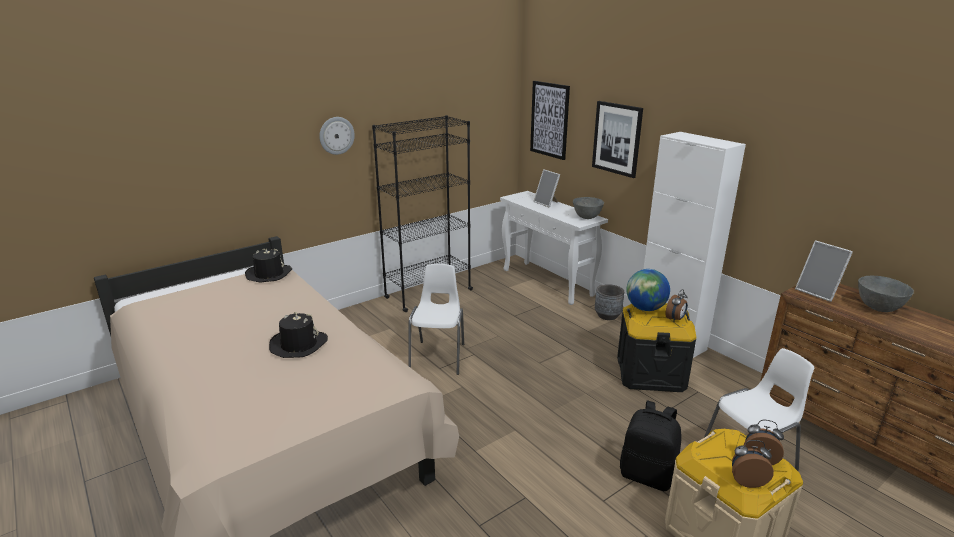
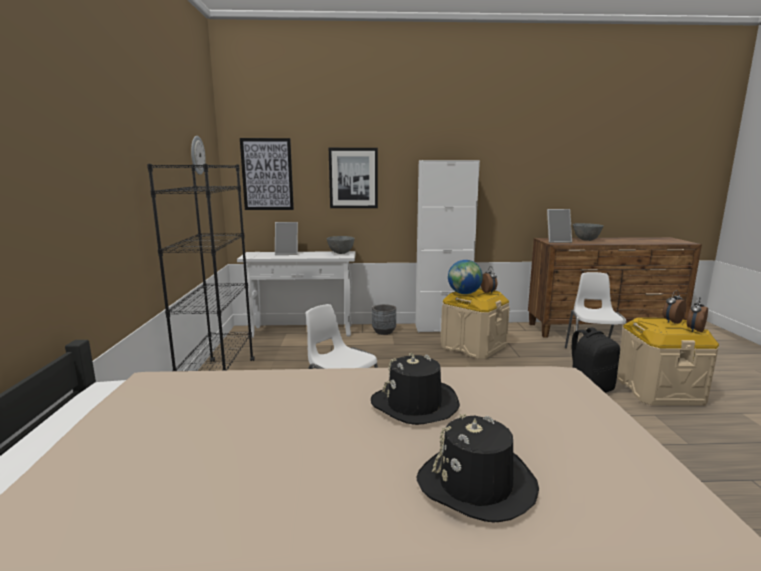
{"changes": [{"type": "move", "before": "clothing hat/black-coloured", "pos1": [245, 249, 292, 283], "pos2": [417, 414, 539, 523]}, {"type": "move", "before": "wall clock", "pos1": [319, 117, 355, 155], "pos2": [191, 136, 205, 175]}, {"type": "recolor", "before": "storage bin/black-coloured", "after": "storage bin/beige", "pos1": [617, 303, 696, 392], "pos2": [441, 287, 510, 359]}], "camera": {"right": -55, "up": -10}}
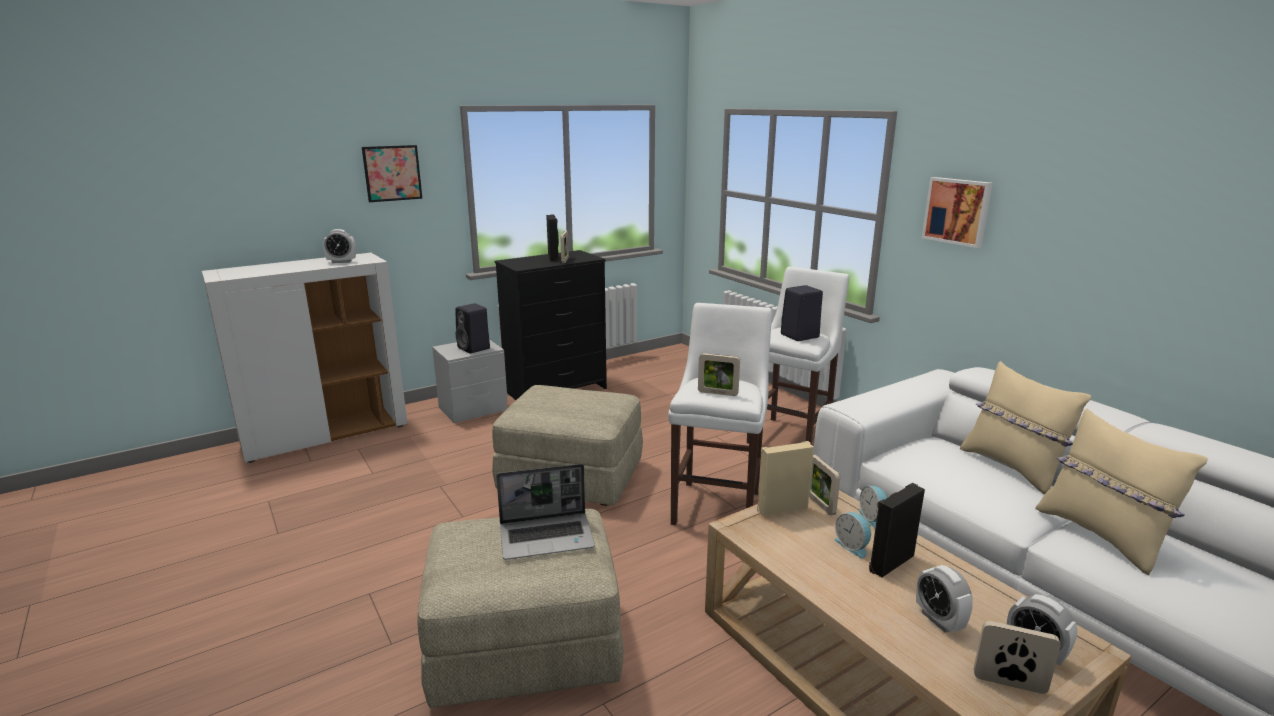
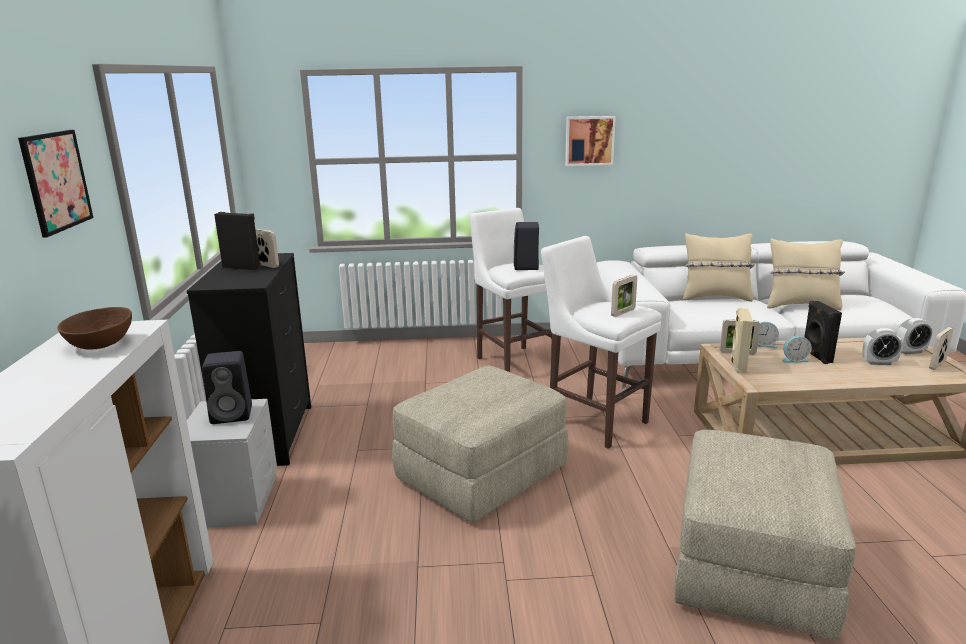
{"changes": [{"type": "delete", "before": "notebook computer", "pos1": [496, 464, 595, 560]}, {"type": "replace", "before": "alarm clock", "after": "bowl/brownish", "pos1": [323, 229, 356, 263], "pos2": [57, 307, 132, 350]}], "camera": {"right": -60, "up": 0}}
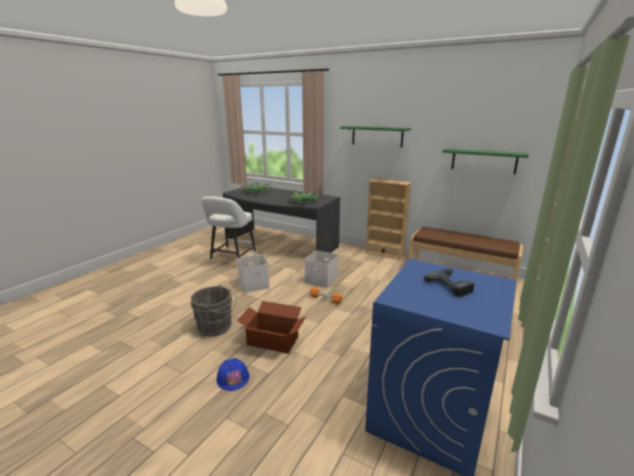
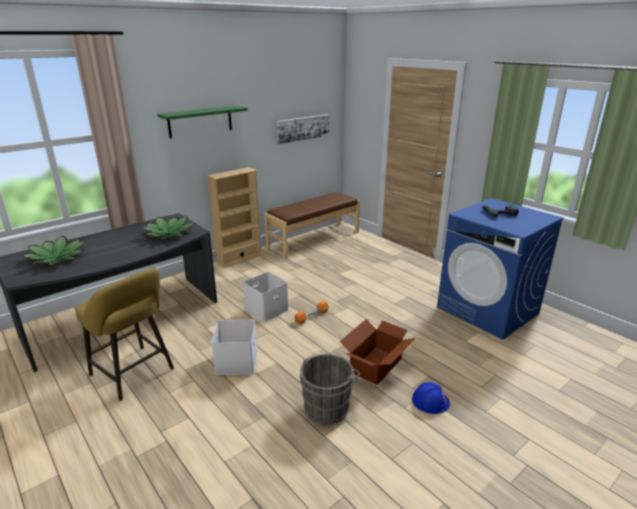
{"changes": [{"type": "replace", "before": "wall shelf/green-coloured", "after": "picture", "pos1": [442, 148, 529, 174], "pos2": [277, 114, 329, 144]}, {"type": "recolor", "before": "stool/white-coloured", "after": "stool/yellow-coloured", "pos1": [201, 196, 256, 264], "pos2": [75, 268, 174, 401]}], "camera": {"right": -70, "up": 5}}
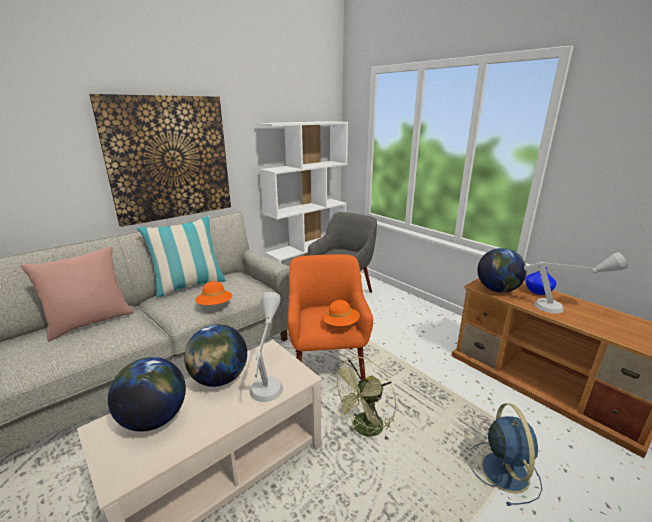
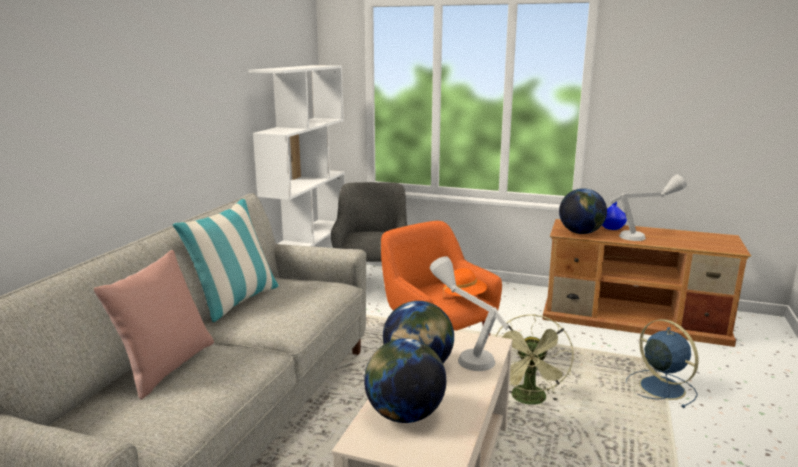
{"changes": [{"type": "delete", "before": "picture", "pos1": [89, 94, 231, 227]}, {"type": "delete", "before": "clothing hat/orange-coloured", "pos1": [195, 281, 232, 305]}], "camera": {"right": -30, "up": -5}}
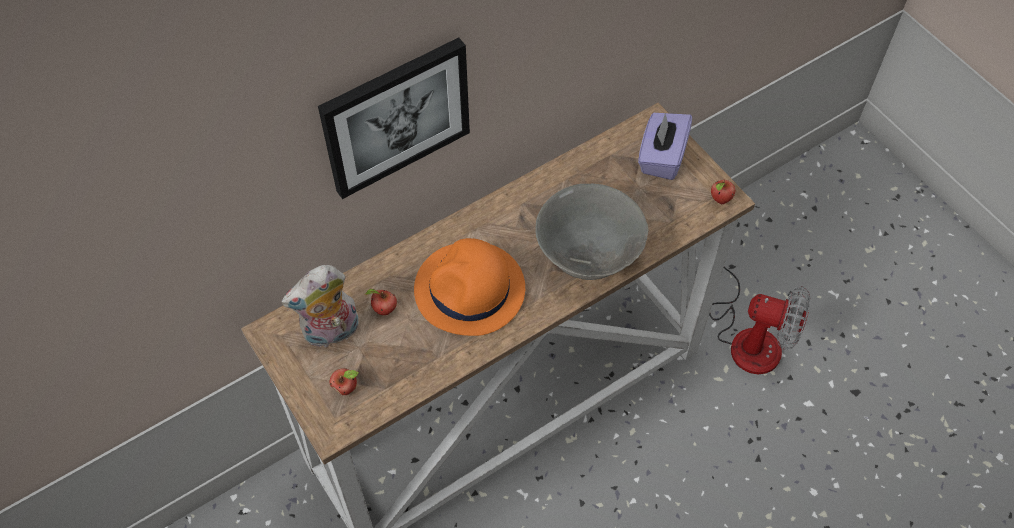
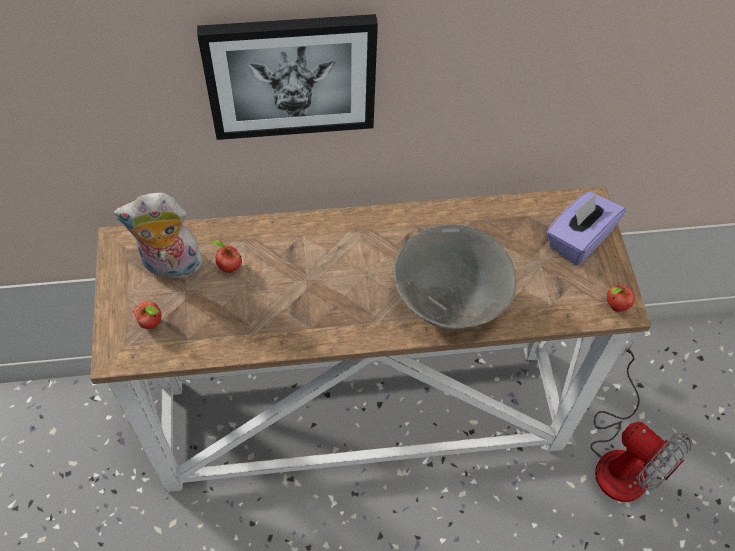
{"changes": [{"type": "delete", "before": "clothing hat/orange-coloured", "pos1": [414, 238, 525, 336]}], "camera": {"right": 25, "up": 0}}
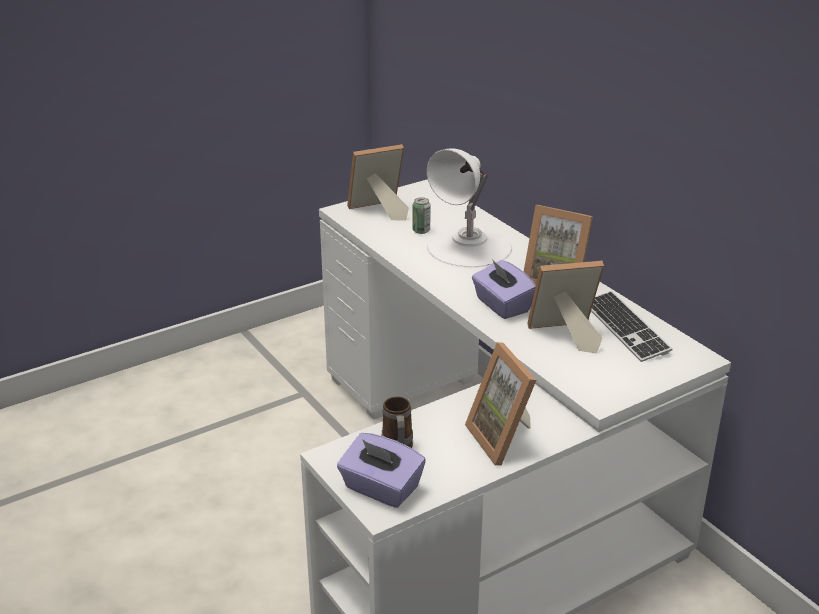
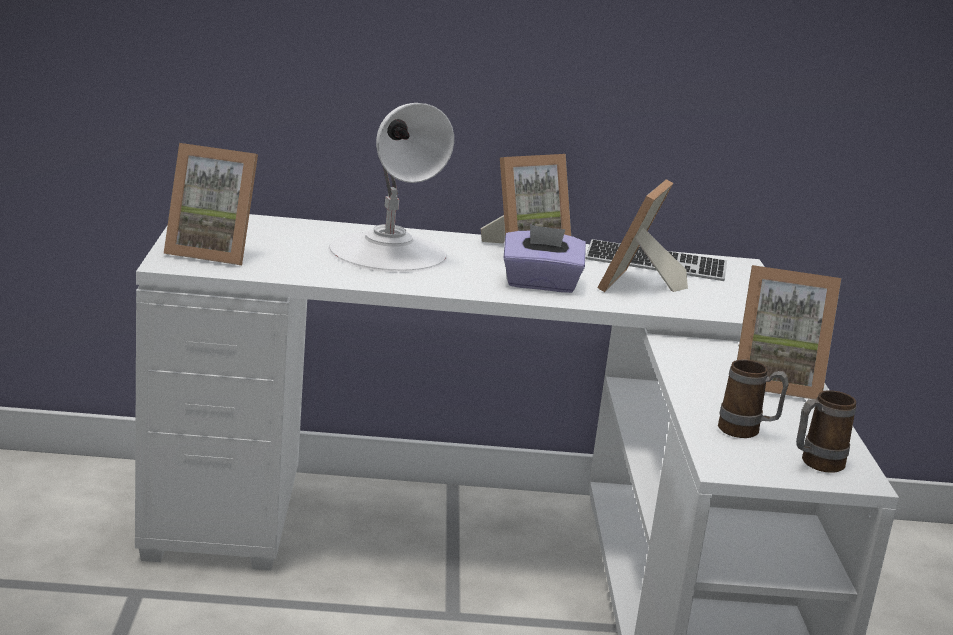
{"changes": [{"type": "delete", "before": "can", "pos1": [413, 197, 431, 234]}, {"type": "replace", "before": "tissue holder/purplish", "after": "tea mug", "pos1": [337, 433, 426, 508], "pos2": [796, 390, 856, 473]}, {"type": "rotate", "before": "standing frame", "pos1": [347, 144, 409, 221], "pos2": [164, 143, 258, 265], "turn": -90}], "camera": {"right": -60, "up": -10}}
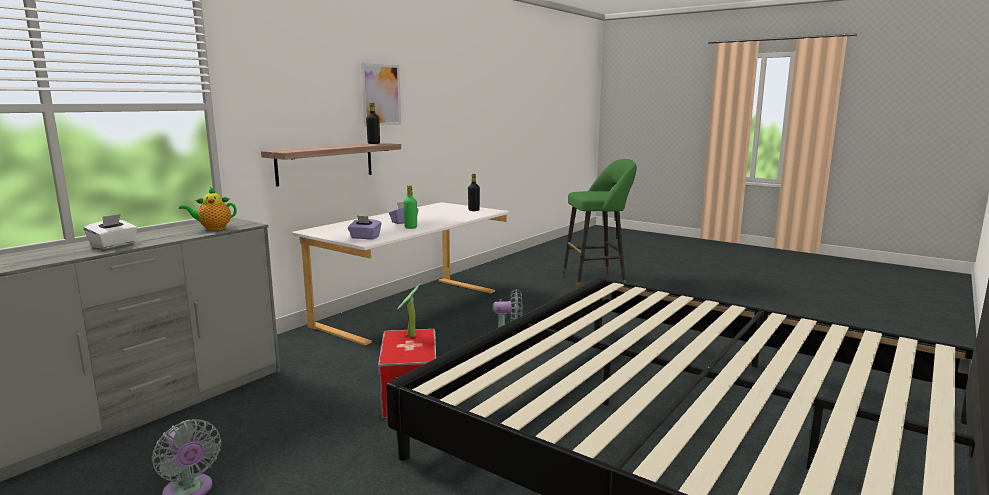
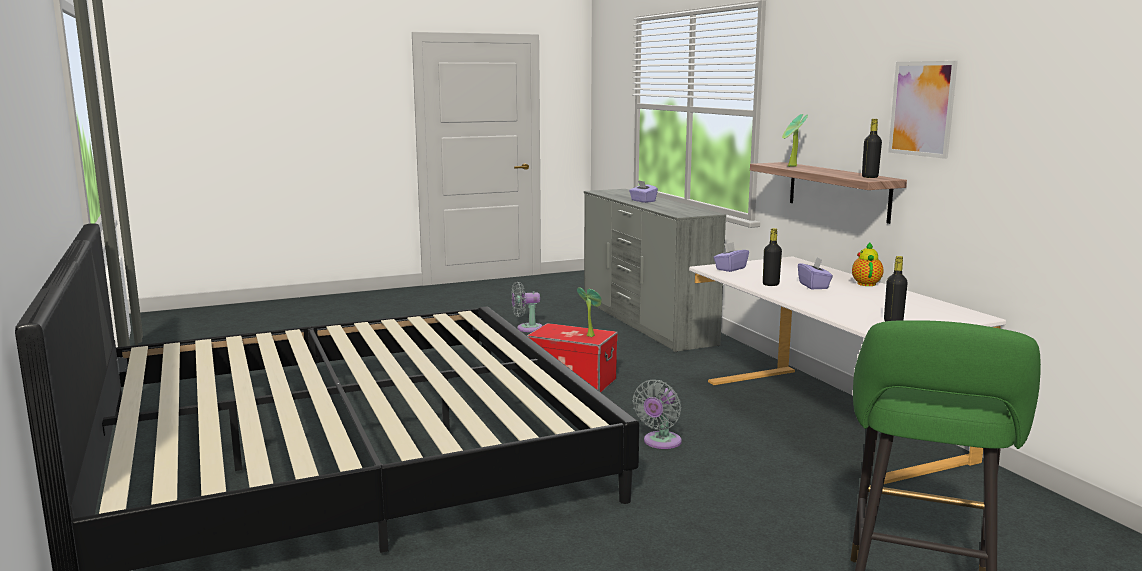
{"changes": [{"type": "insert", "after": "houseplant", "pos2": [782, 114, 808, 167]}, {"type": "move", "before": "tea pot", "pos1": [179, 187, 237, 230], "pos2": [852, 242, 883, 286]}, {"type": "recolor", "before": "tissue holder/white-coloured", "after": "tissue holder/purplish", "pos1": [84, 214, 137, 249], "pos2": [629, 180, 658, 203]}, {"type": "recolor", "before": "drink bottle/green-coloured", "after": "drink bottle/black-coloured", "pos1": [403, 185, 417, 229], "pos2": [763, 228, 782, 286]}], "camera": {"right": 120, "up": 0}}
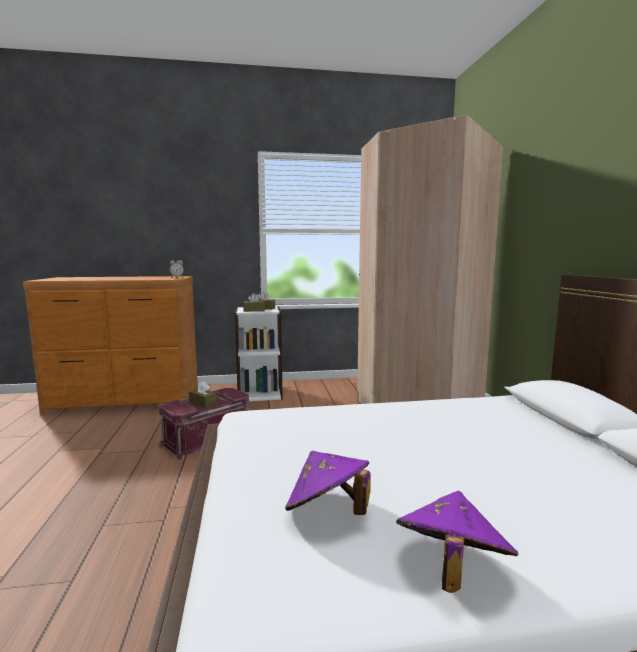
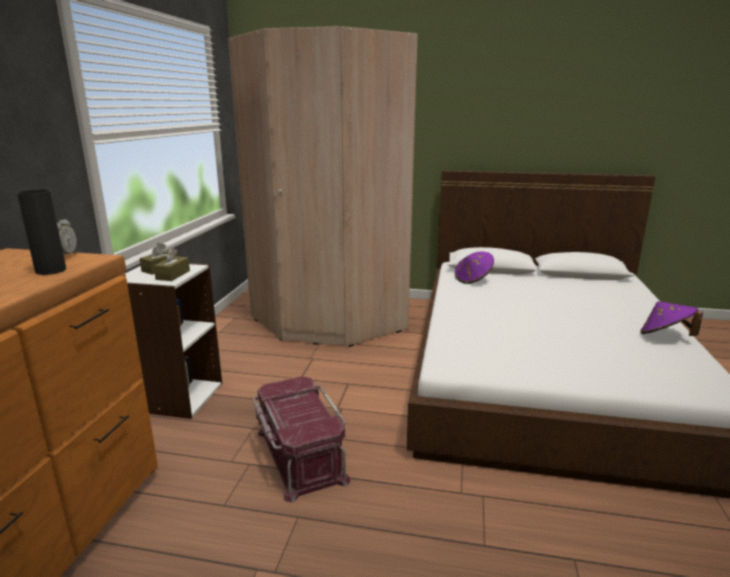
{"changes": [{"type": "delete", "before": "tissue holder/brownish", "pos1": [189, 381, 217, 408]}, {"type": "insert", "after": "flower vase/black-coloured", "pos2": [17, 189, 66, 275]}, {"type": "move", "before": "clothing hat/purplish", "pos1": [285, 451, 371, 515], "pos2": [455, 251, 494, 284]}], "camera": {"right": -70, "up": 10}}
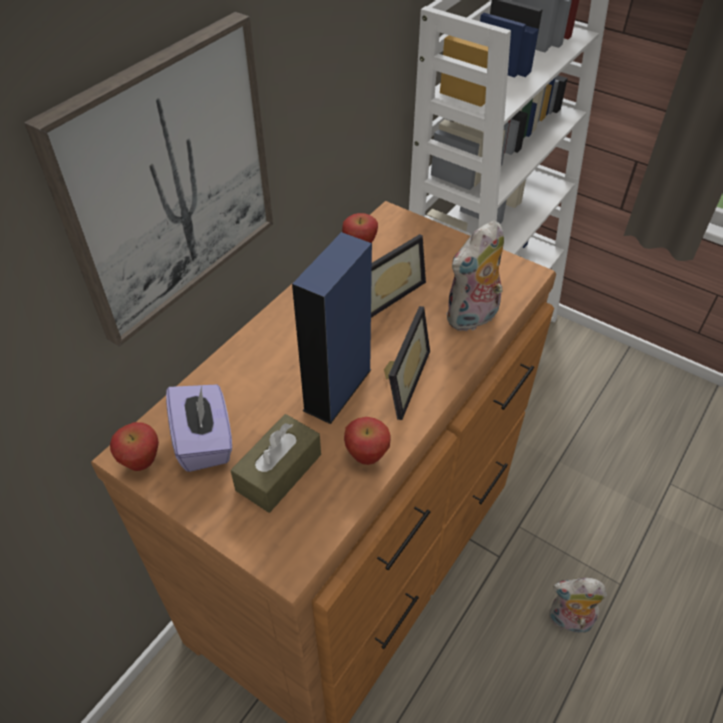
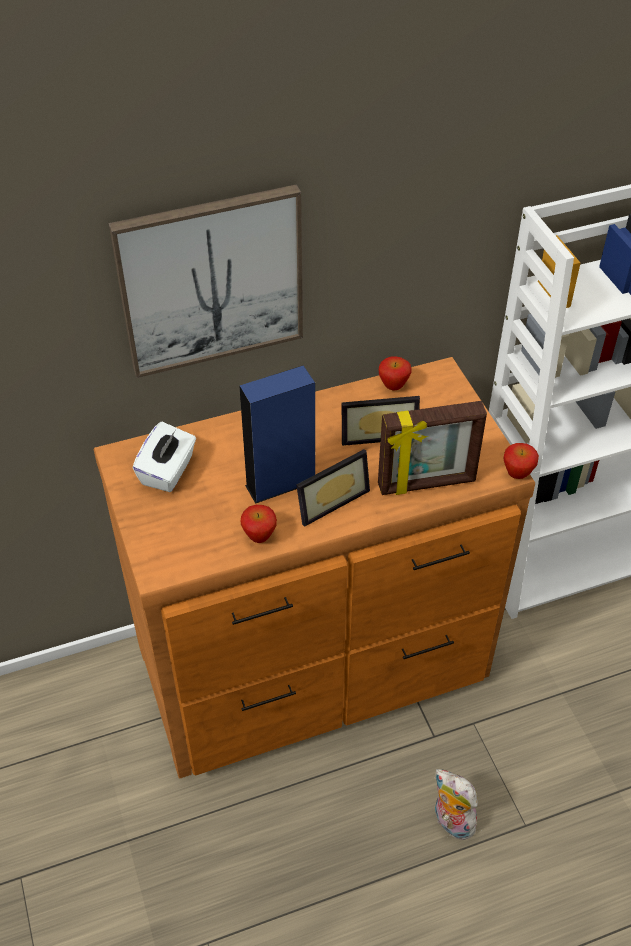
{"changes": [{"type": "delete", "before": "tissue holder/brownish", "pos1": [231, 414, 321, 513]}, {"type": "move", "before": "apple", "pos1": [110, 422, 159, 471], "pos2": [503, 443, 539, 479]}, {"type": "replace", "before": "plush toy", "after": "standing frame", "pos1": [446, 220, 504, 331], "pos2": [378, 401, 487, 495]}, {"type": "recolor", "before": "tissue holder/purplish", "after": "tissue holder/white-coloured", "pos1": [166, 384, 232, 472], "pos2": [133, 422, 196, 492]}], "camera": {"right": 35, "up": 0}}
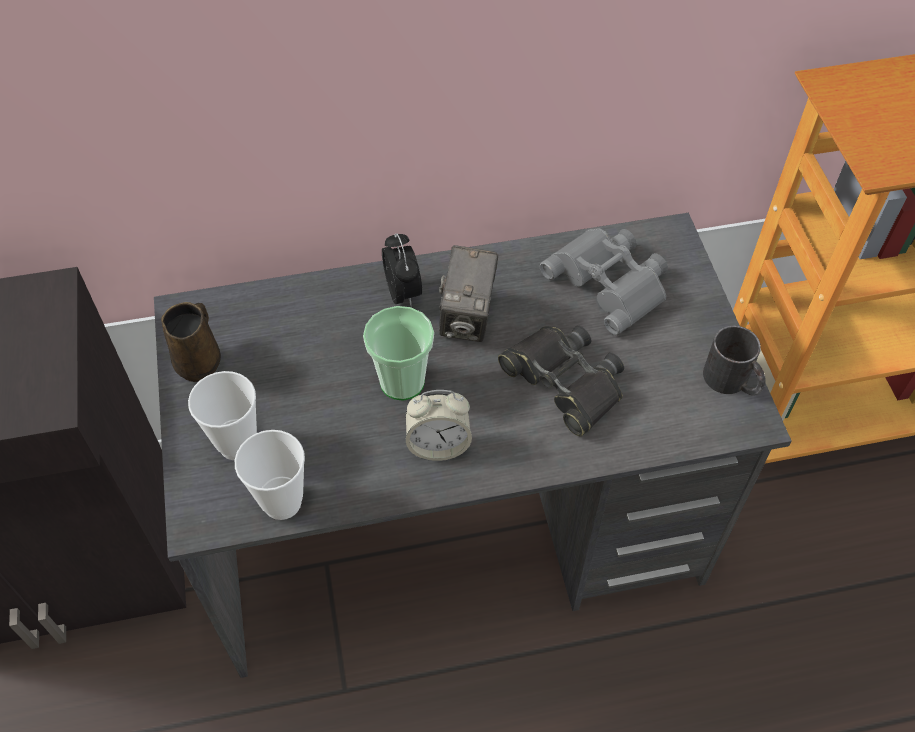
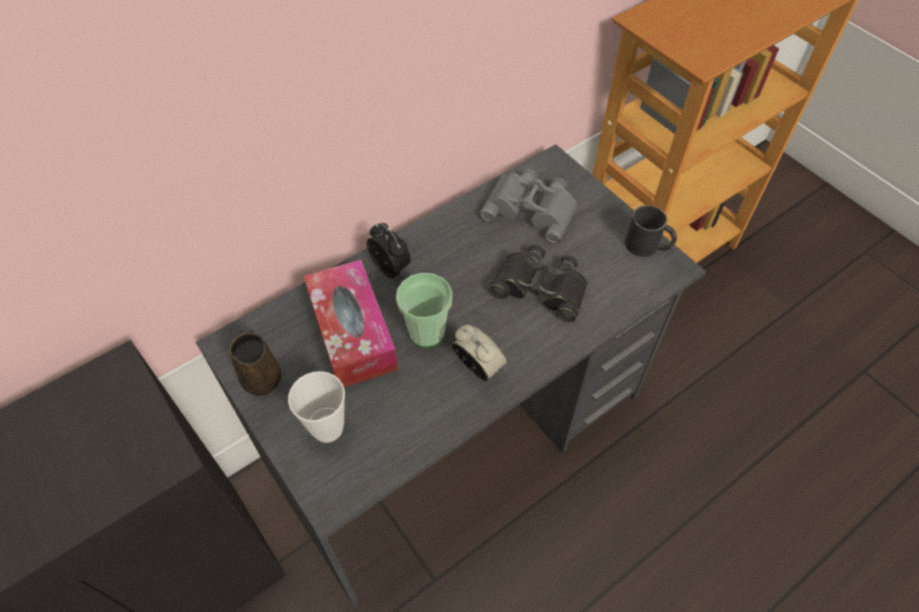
{"changes": [{"type": "delete", "before": "cup", "pos1": [235, 430, 305, 520]}, {"type": "delete", "before": "photo camera", "pos1": [439, 245, 498, 342]}, {"type": "insert", "after": "tissue holder", "pos2": [304, 260, 398, 387]}, {"type": "rotate", "before": "alarm clock", "pos1": [406, 390, 472, 461], "pos2": [452, 325, 507, 381], "turn": -105}], "camera": {"right": -25, "up": 0}}
